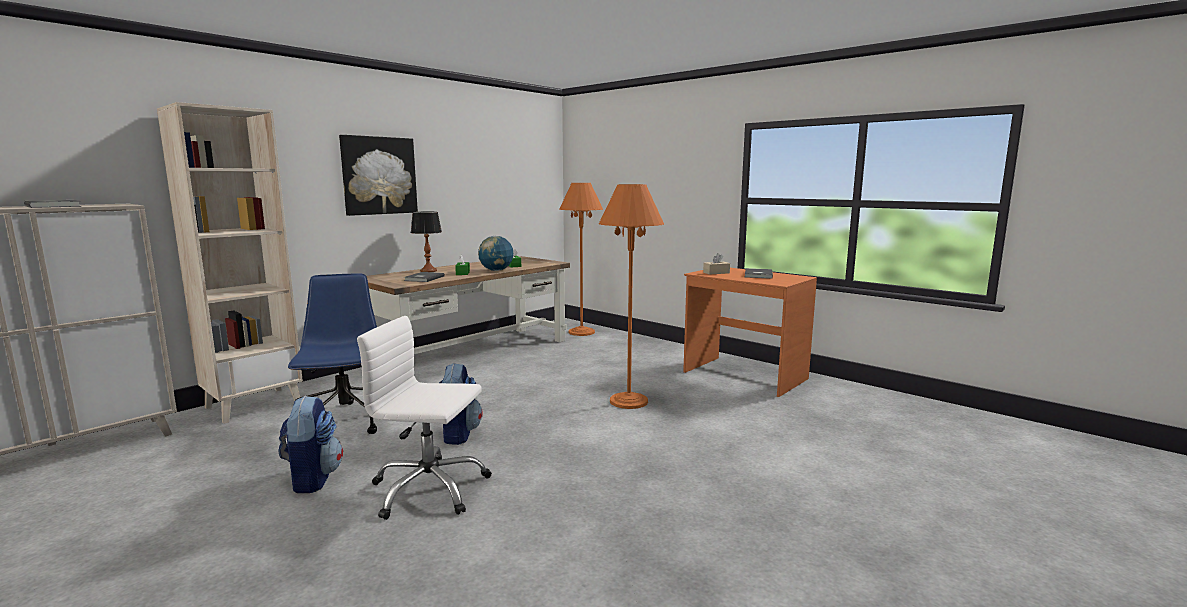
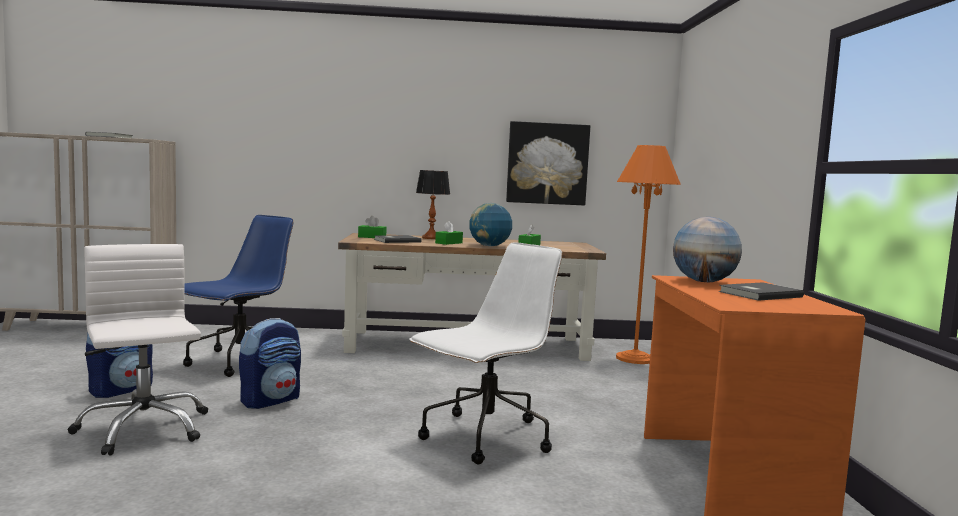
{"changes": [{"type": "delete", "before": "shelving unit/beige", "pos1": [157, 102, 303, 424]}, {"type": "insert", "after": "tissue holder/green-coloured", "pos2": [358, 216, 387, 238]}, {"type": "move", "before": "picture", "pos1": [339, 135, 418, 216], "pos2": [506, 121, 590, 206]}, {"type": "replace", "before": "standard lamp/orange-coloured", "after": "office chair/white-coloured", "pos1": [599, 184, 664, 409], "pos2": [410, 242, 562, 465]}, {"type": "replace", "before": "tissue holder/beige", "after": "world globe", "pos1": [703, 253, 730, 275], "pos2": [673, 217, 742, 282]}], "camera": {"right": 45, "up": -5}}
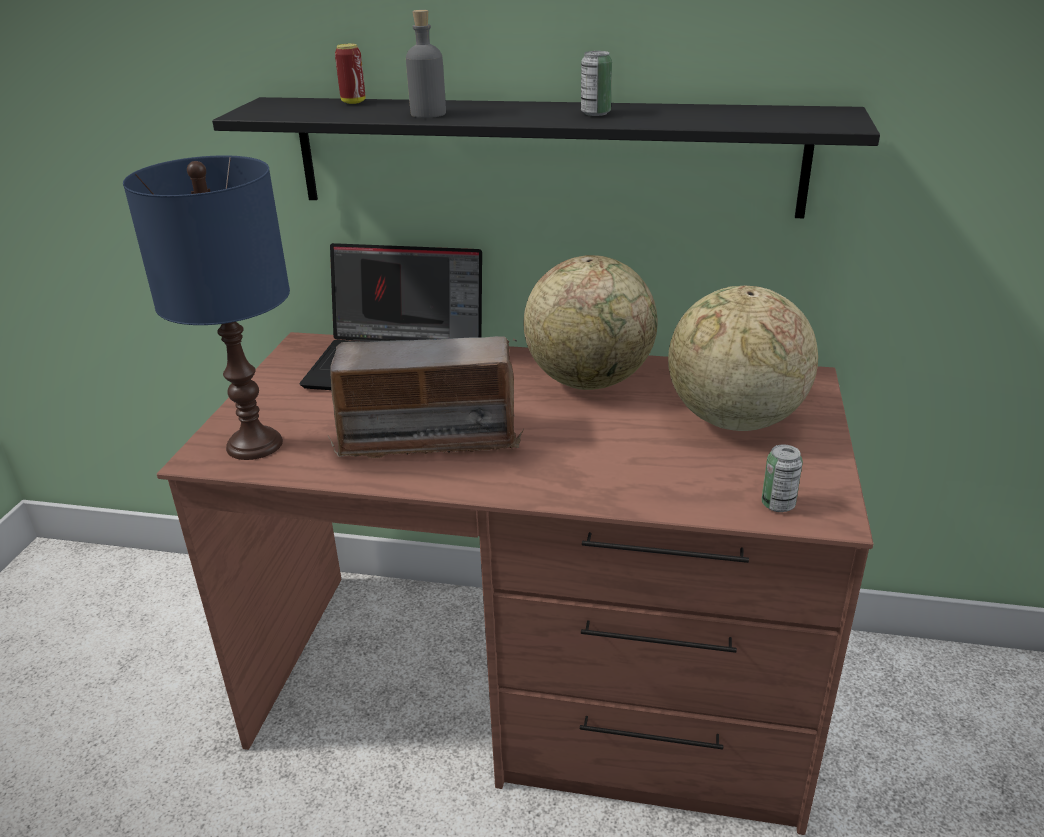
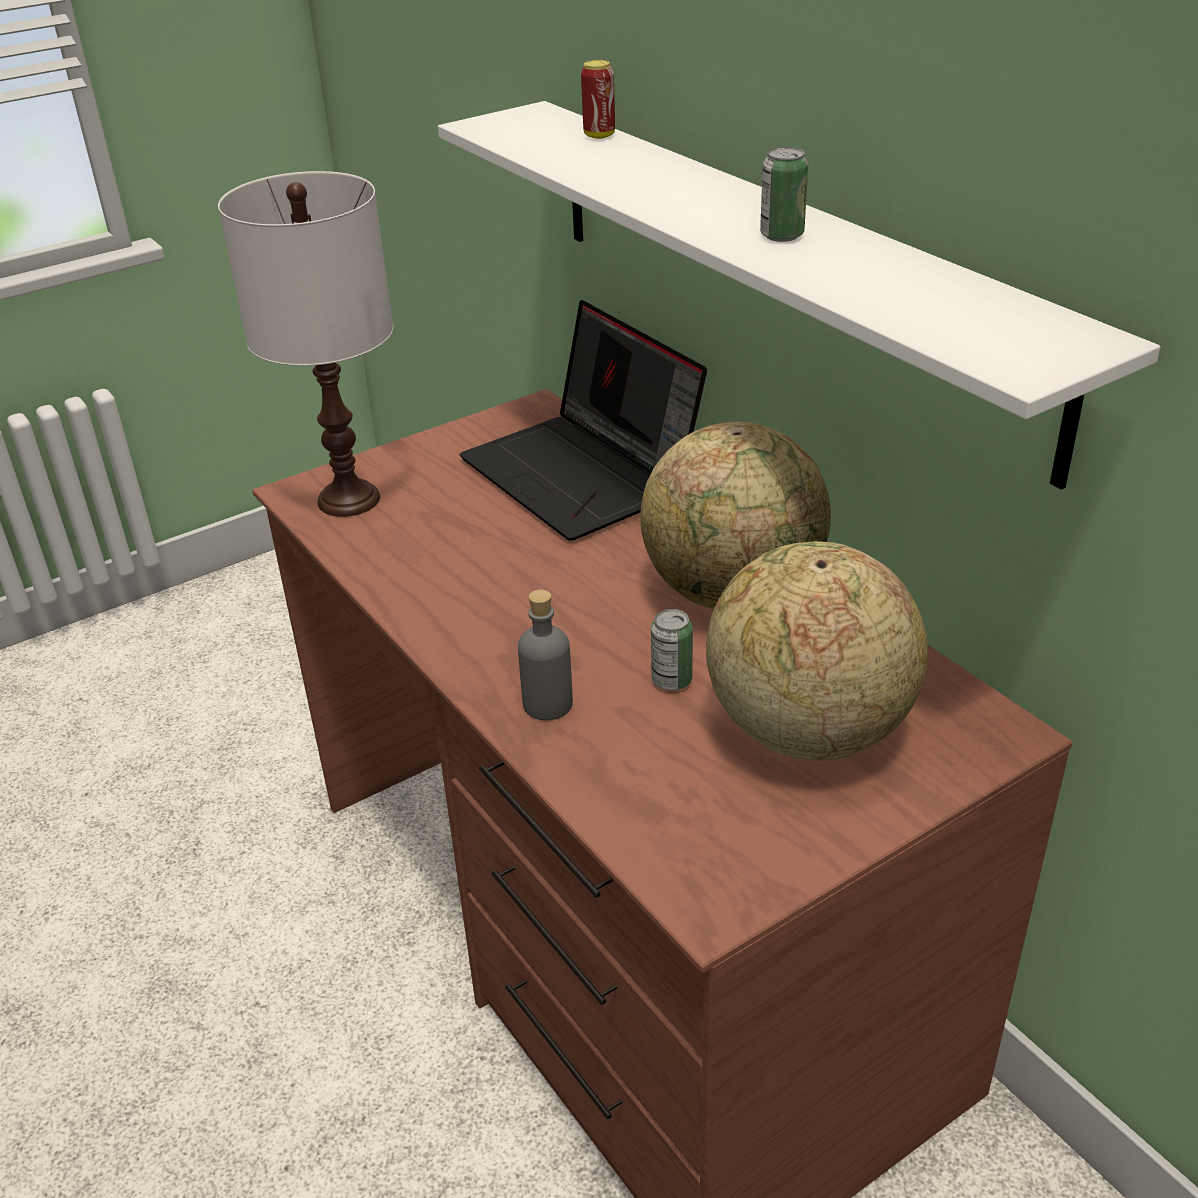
{"changes": [{"type": "delete", "before": "radio", "pos1": [328, 336, 524, 459]}, {"type": "move", "before": "drink bottle/gray", "pos1": [406, 10, 446, 118], "pos2": [518, 589, 573, 720]}, {"type": "move", "before": "can", "pos1": [761, 444, 803, 512], "pos2": [651, 609, 693, 690]}, {"type": "recolor", "before": "tabletop lamp/blue", "after": "tabletop lamp/white-coloured", "pos1": [123, 155, 290, 460], "pos2": [218, 171, 393, 517]}, {"type": "recolor", "before": "wall shelf/black-coloured", "after": "wall shelf/white-coloured", "pos1": [212, 97, 880, 218], "pos2": [438, 101, 1160, 490]}], "camera": {"right": 45, "up": 5}}
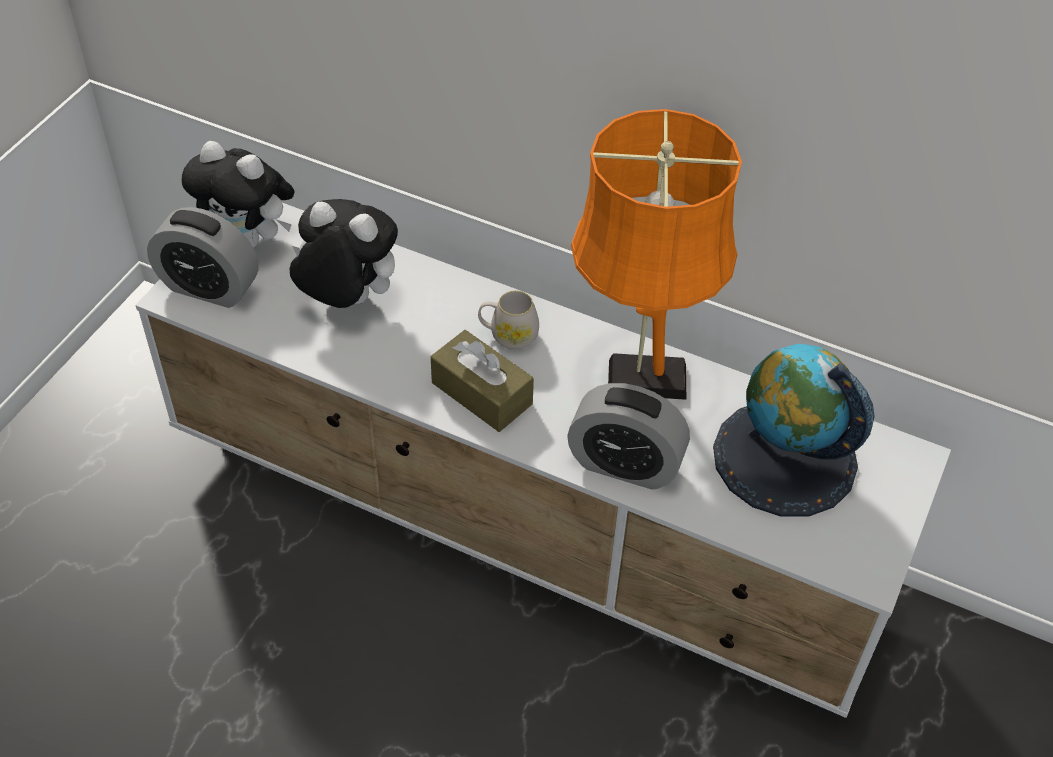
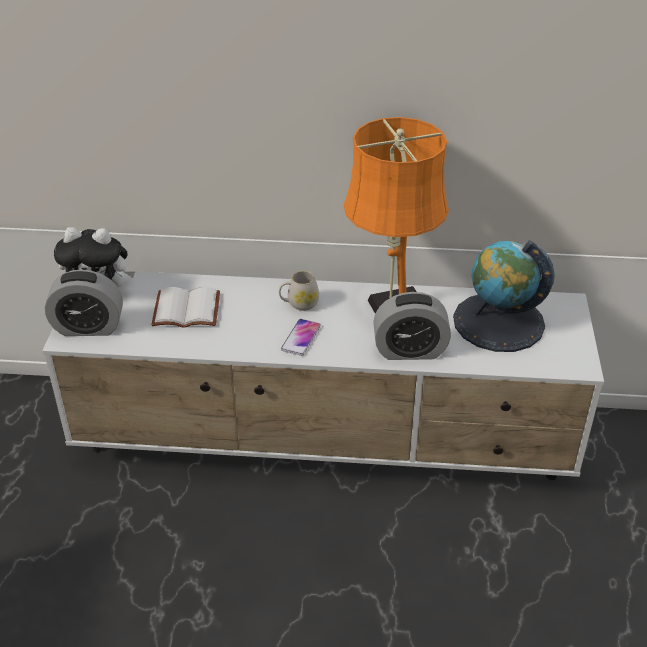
{"changes": [{"type": "replace", "before": "plush toy", "after": "bound book/white-coloured", "pos1": [290, 199, 398, 308], "pos2": [152, 287, 220, 328]}, {"type": "replace", "before": "tissue holder/brownish", "after": "handset", "pos1": [431, 330, 534, 432], "pos2": [281, 319, 321, 356]}], "camera": {"right": -20, "up": -10}}
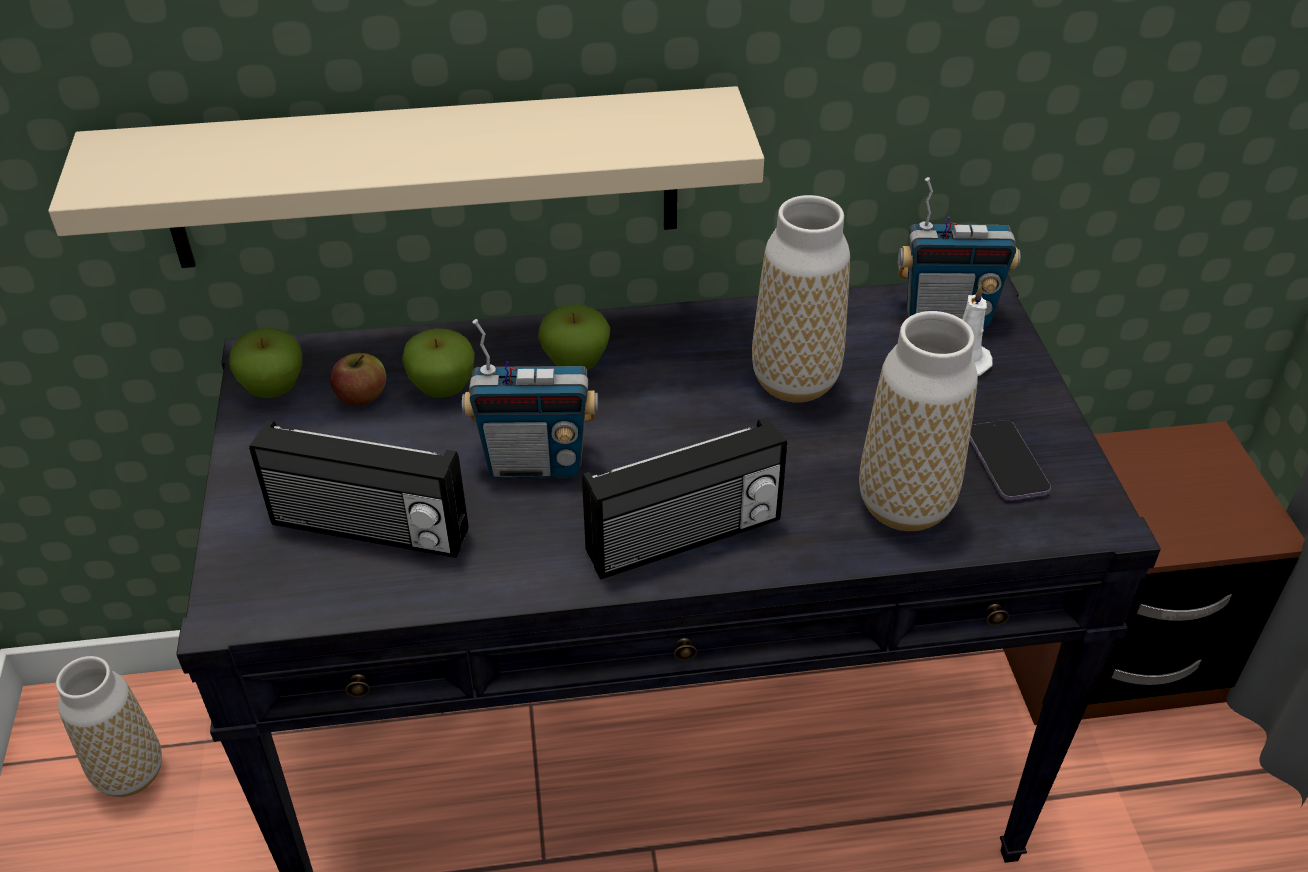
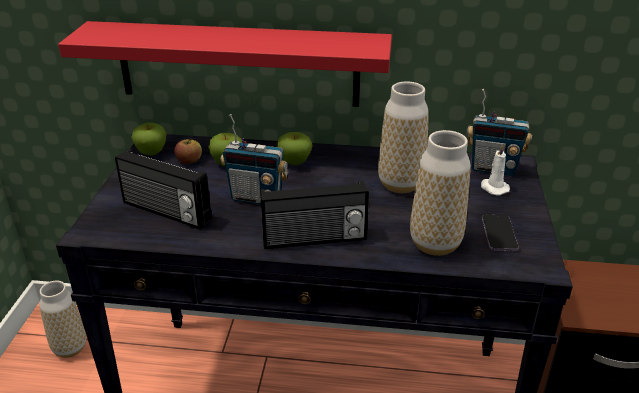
{"changes": [{"type": "recolor", "before": "wall shelf/beige", "after": "wall shelf/red-coloured", "pos1": [48, 86, 764, 268], "pos2": [58, 21, 392, 107]}], "camera": {"right": 15, "up": -10}}
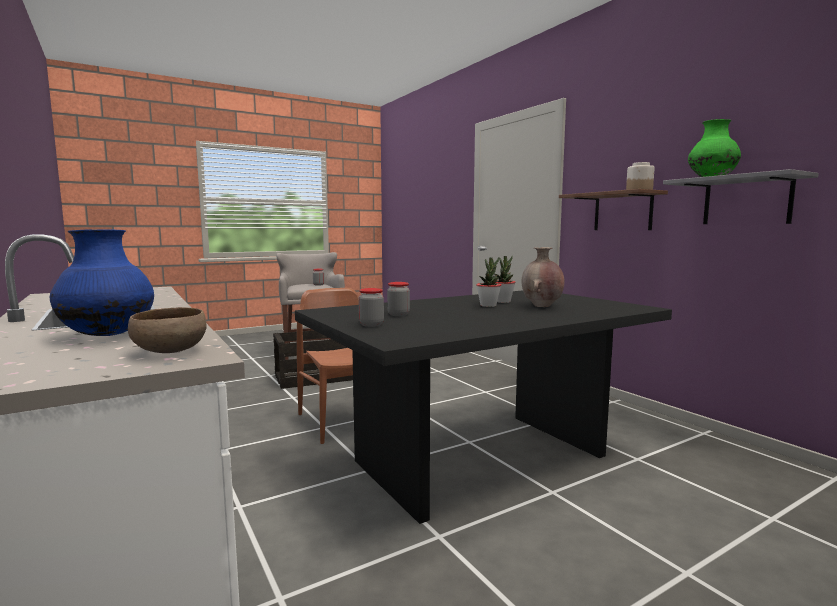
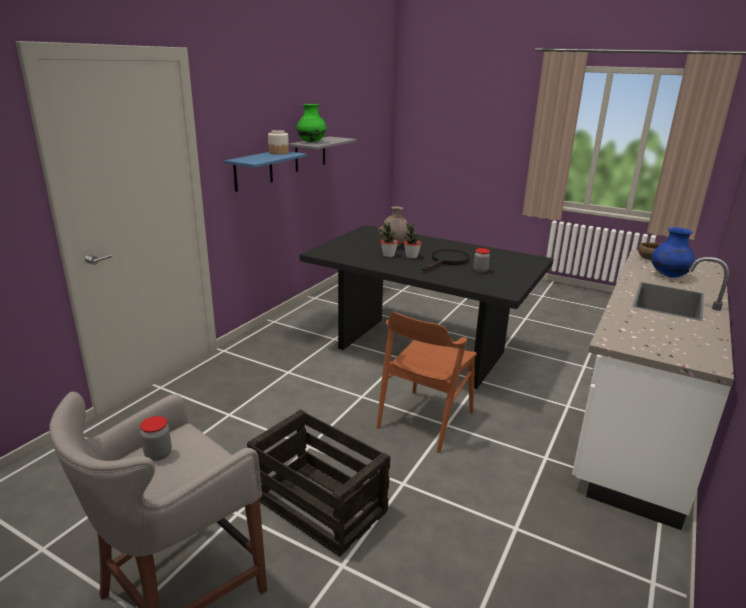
{"changes": [{"type": "delete", "before": "storage jar", "pos1": [359, 288, 384, 327]}, {"type": "insert", "after": "skillet/black-coloured", "pos2": [422, 249, 469, 271]}, {"type": "recolor", "before": "wall shelf/brownish", "after": "wall shelf/blue", "pos1": [559, 189, 668, 230], "pos2": [224, 152, 307, 192]}], "camera": {"right": -120, "up": 15}}
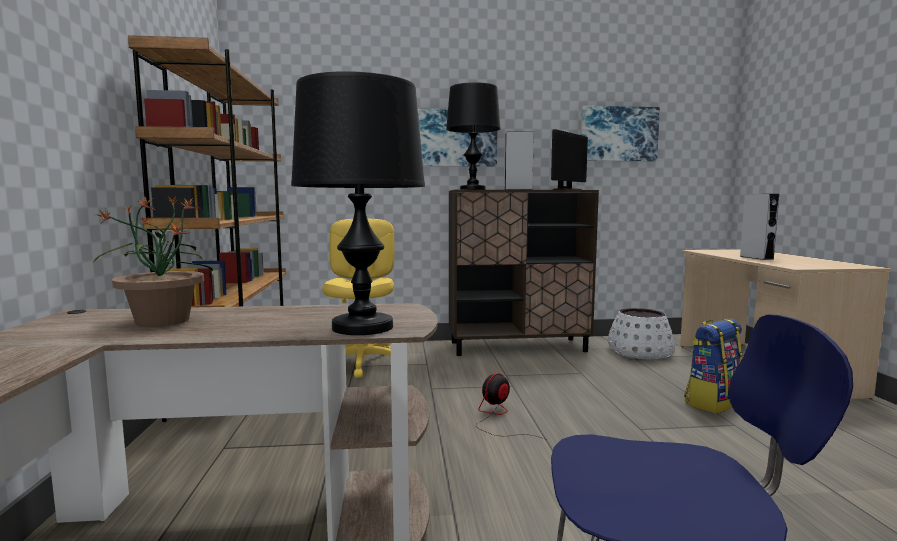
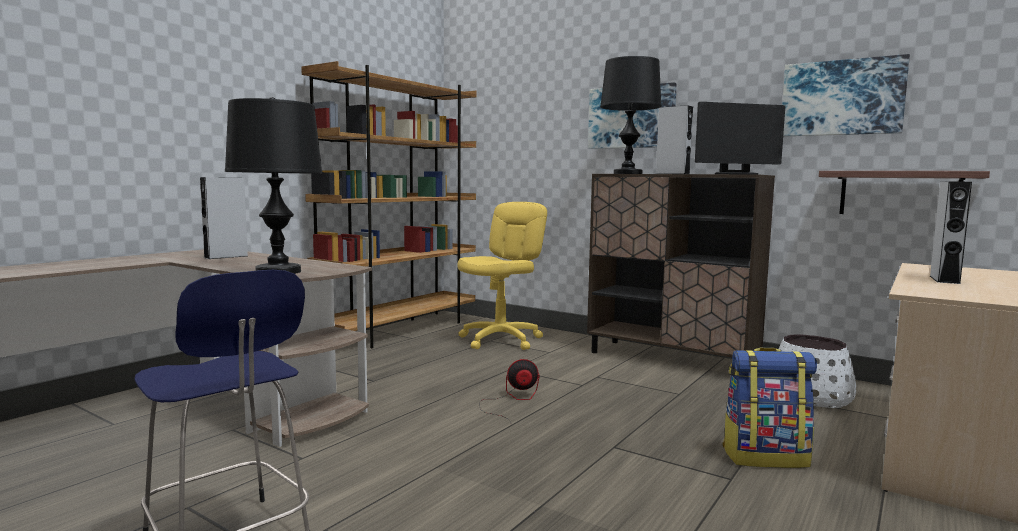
{"changes": [{"type": "insert", "after": "wall shelf", "pos2": [819, 171, 990, 214]}, {"type": "replace", "before": "houseplant", "after": "speaker/gray", "pos1": [93, 196, 213, 327], "pos2": [200, 177, 248, 259]}], "camera": {"right": 40, "up": 0}}
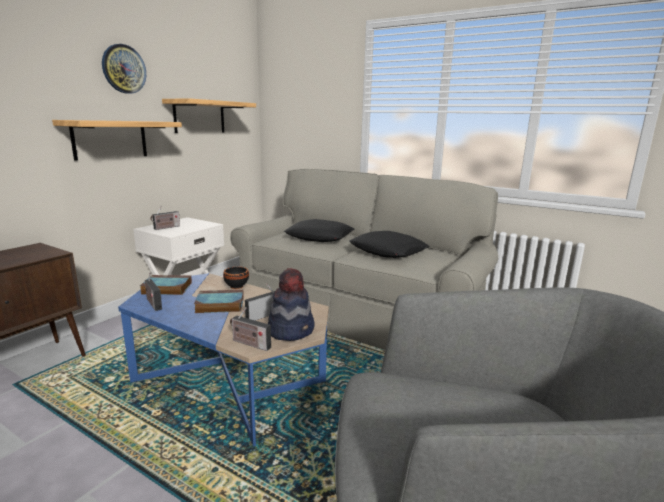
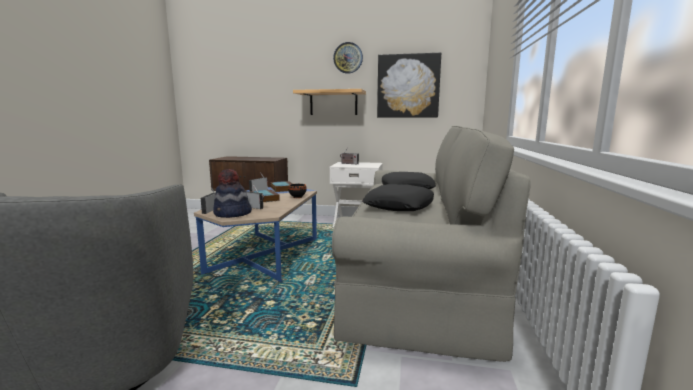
{"changes": [{"type": "replace", "before": "wall shelf", "after": "picture", "pos1": [162, 98, 256, 133], "pos2": [377, 53, 441, 117]}], "camera": {"right": 70, "up": -5}}
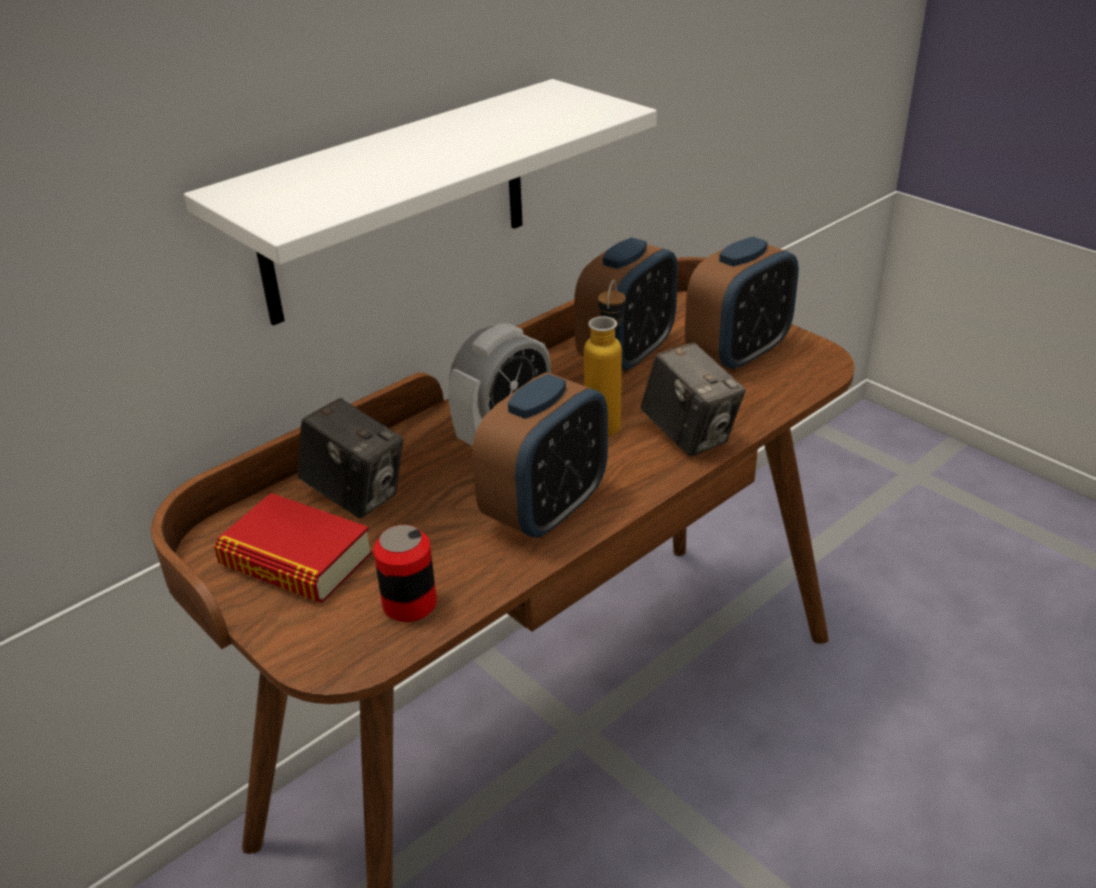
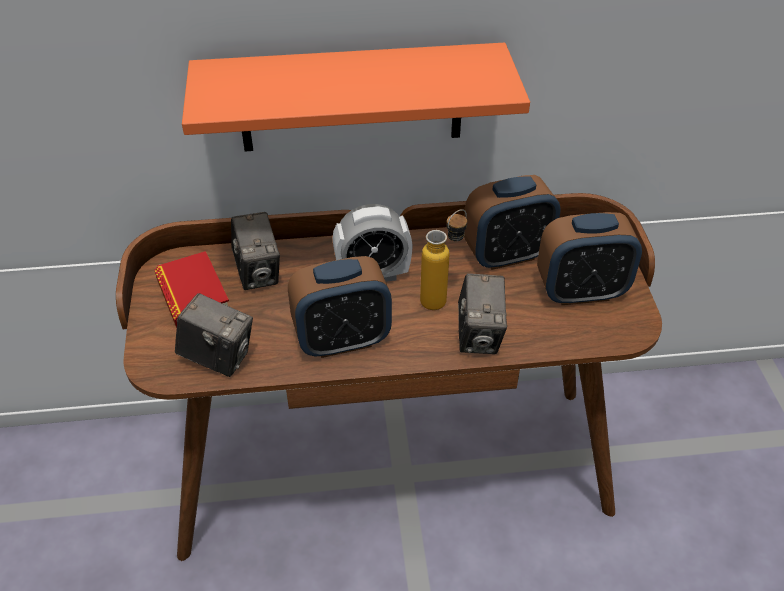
{"changes": [{"type": "replace", "before": "can", "after": "photo camera", "pos1": [373, 525, 437, 622], "pos2": [175, 293, 253, 377]}, {"type": "recolor", "before": "wall shelf/white-coloured", "after": "wall shelf/orange-coloured", "pos1": [184, 79, 657, 326], "pos2": [182, 43, 530, 152]}], "camera": {"right": 35, "up": 10}}
